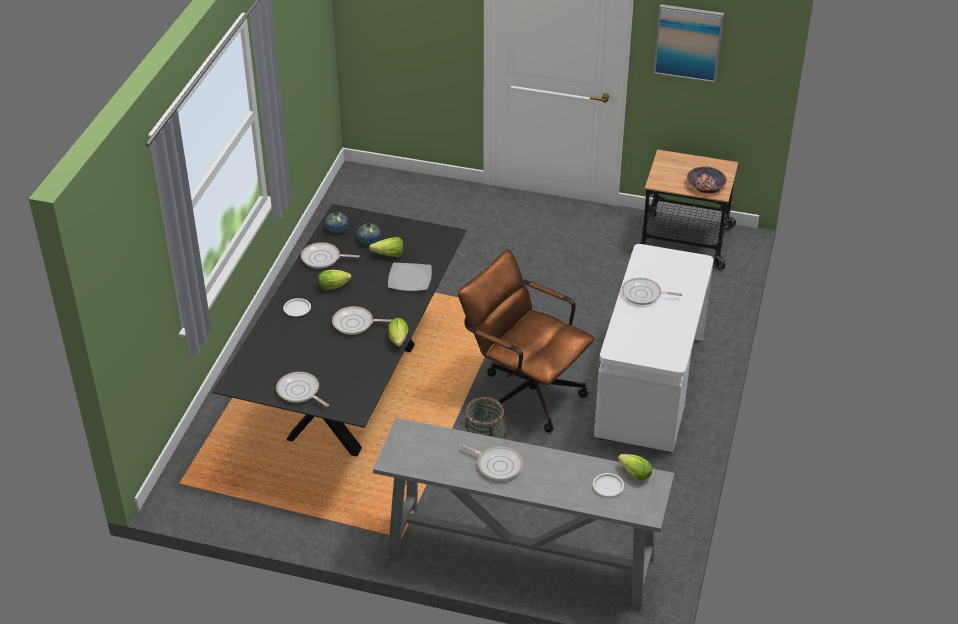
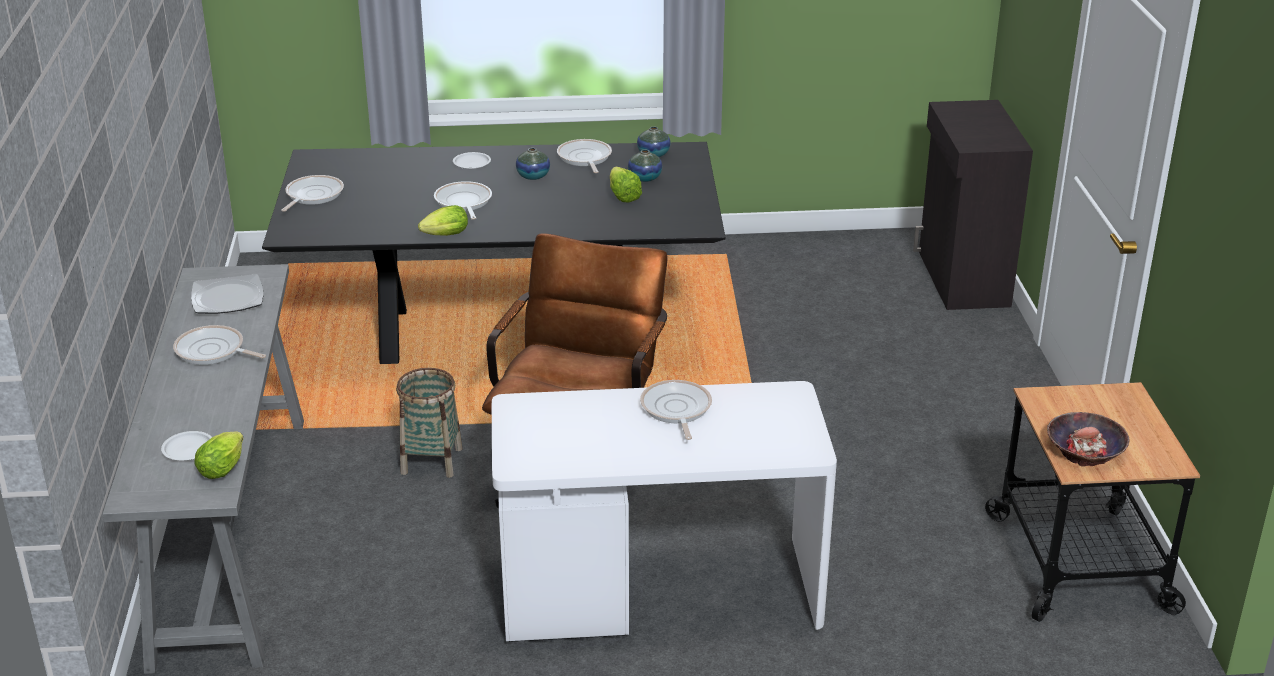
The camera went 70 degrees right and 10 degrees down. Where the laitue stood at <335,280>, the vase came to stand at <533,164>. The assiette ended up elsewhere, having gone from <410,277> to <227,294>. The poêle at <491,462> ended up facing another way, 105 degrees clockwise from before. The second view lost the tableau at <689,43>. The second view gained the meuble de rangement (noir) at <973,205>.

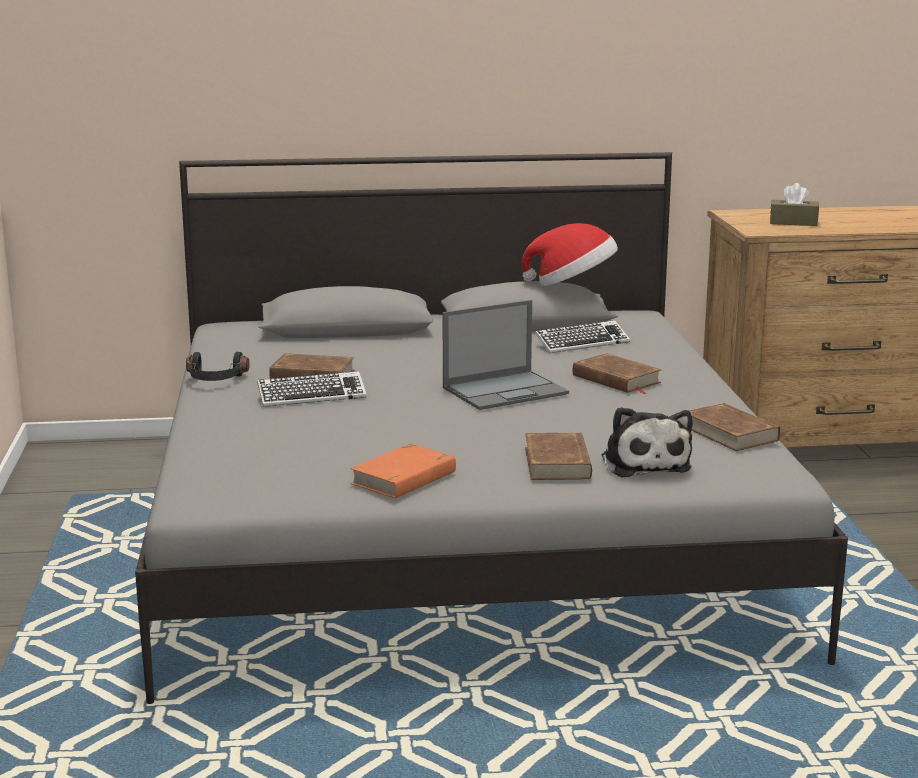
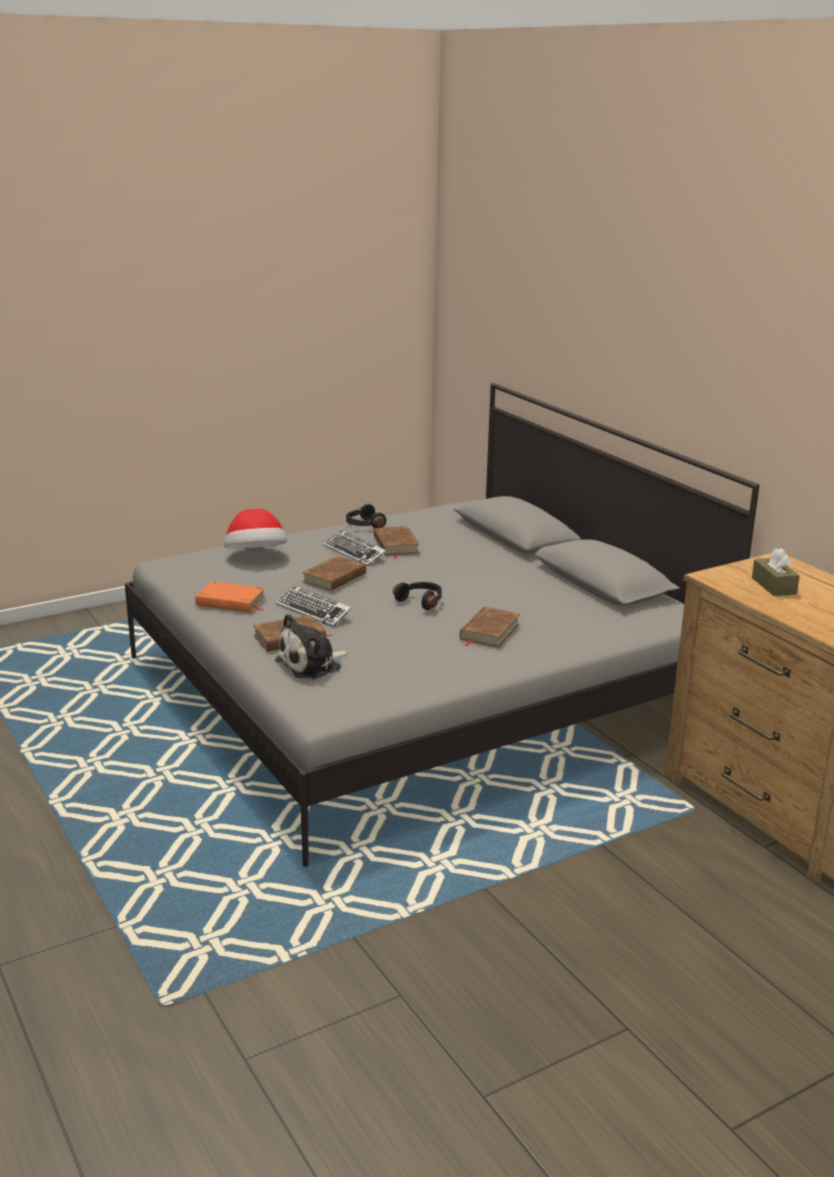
The camera went 65 degrees right and 5 degrees up. Where the ordinateur portable stood at <506,355>, the casque audio (noir) came to stand at <417,596>. The chapeau ended up elsewhere, having gone from <570,254> to <255,529>. The clavier ended up elsewhere, having gone from <582,336> to <314,606>. The livre (marron) ended up elsewhere, having gone from <734,427> to <334,573>.

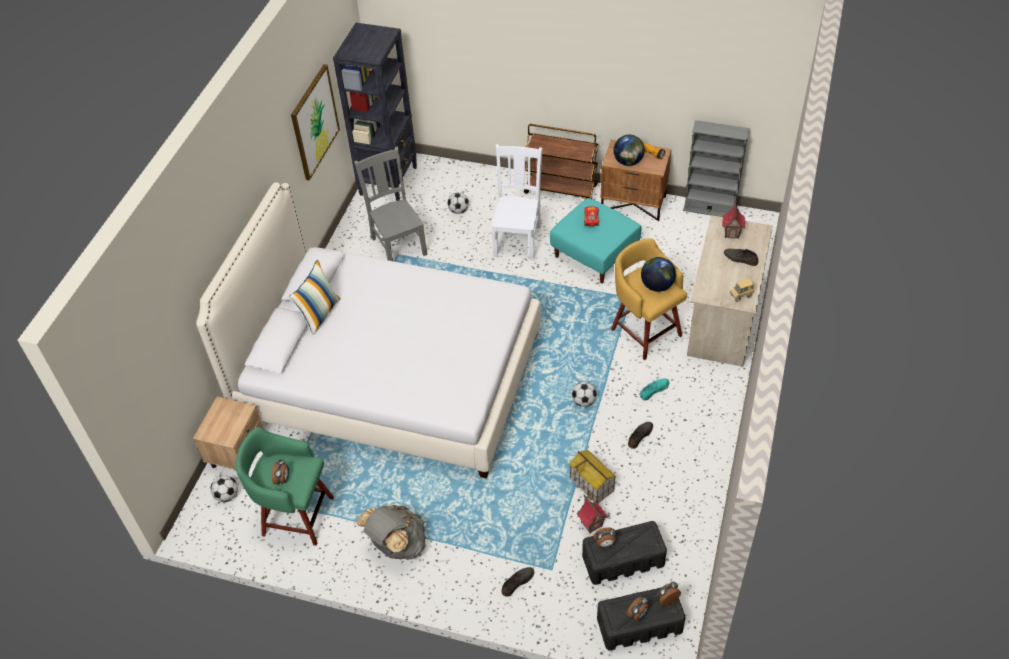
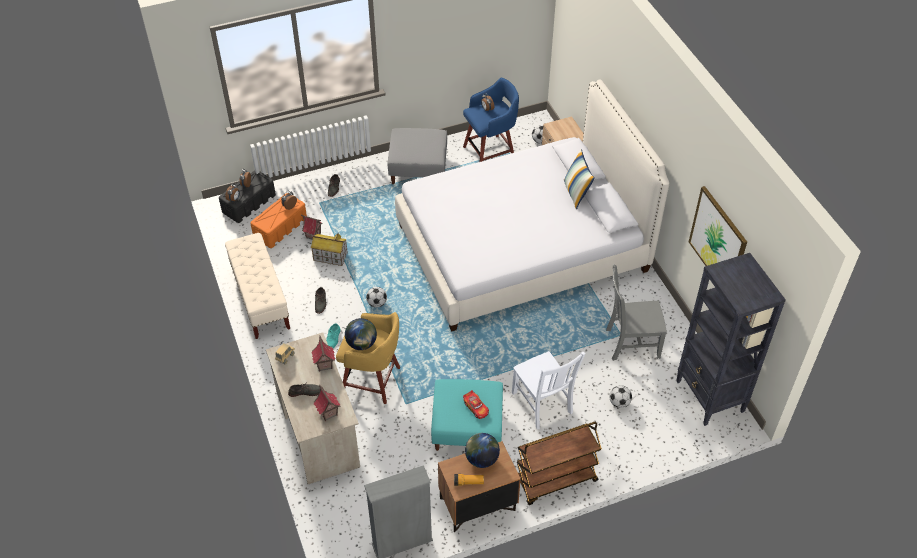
The camera went 140 degrees right and 0 degrees up. What was the tabouret (vert) at <285,486> turned into the tabouret (bleu) at <491,120>. The chaise (gris) at <391,203> ended up facing another way, 150 degrees clockwise from before. Where the sac à dos (gris) stood at <391,532>, the pouf (gris) came to stand at <417,156>. What was the boîte de rangement (noir) at <624,553> turned into the boîte de rangement (orange) at <278,220>. The second view gained the banc (beige) at <257,286>. The second view gained the maison miniature at <323,353>.

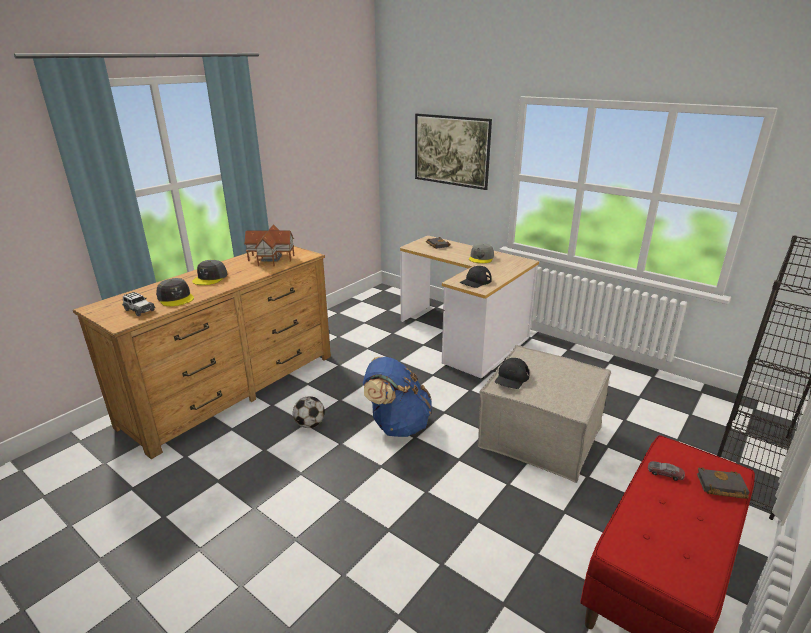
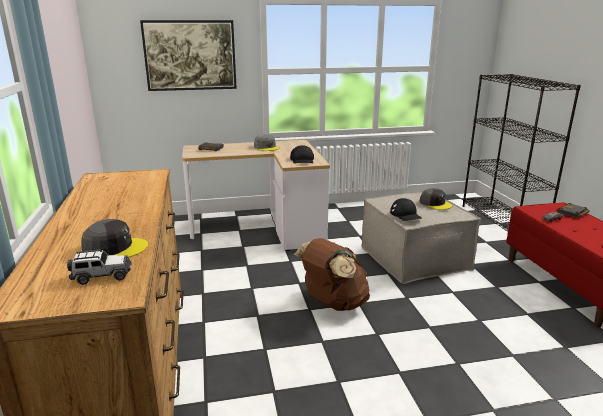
The camera went 50 degrees left and 5 degrees down. The casquette (gris) ended up elsewhere, having gone from <210,272> to <435,199>. The second view lost the maison miniature at <269,245>. The second view lost the ballon de foot at <309,412>. What was the sac à dos (bleu) at <397,397> turned into the sac à dos (marron) at <332,274>.

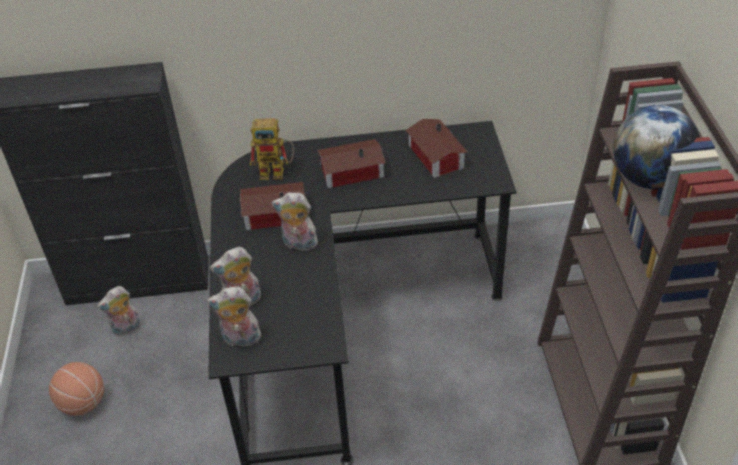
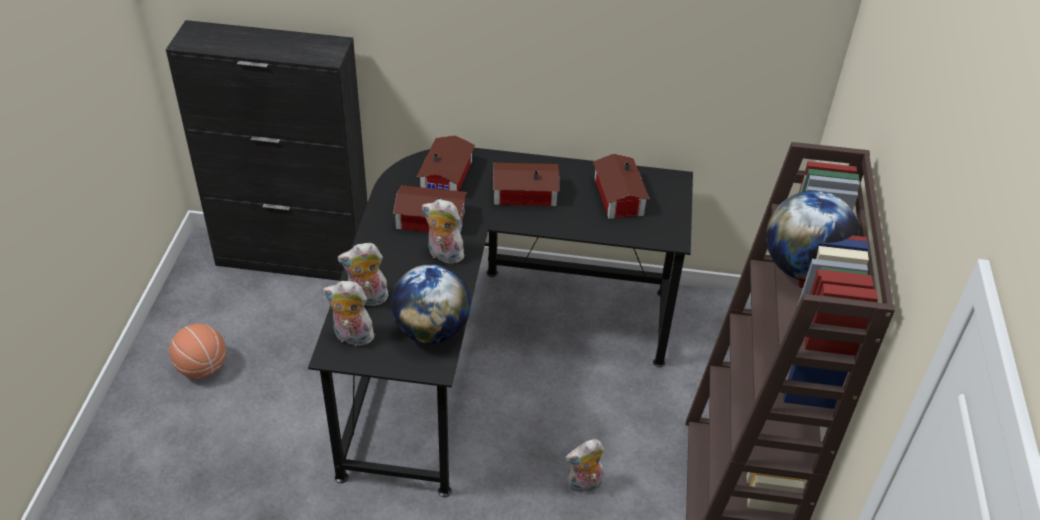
The camera went 10 degrees right and 0 degrees up. The peluche ended up elsewhere, having gone from <119,311> to <584,466>. Where the robot jouet stood at <272,149>, the maison miniature came to stand at <446,163>. The second view gained the globe at <431,304>.

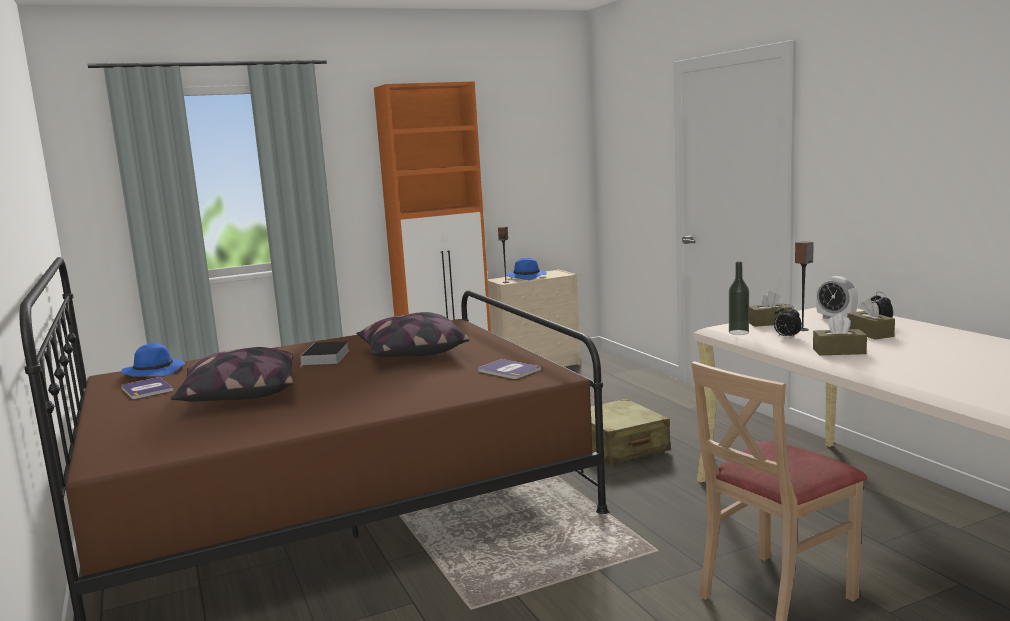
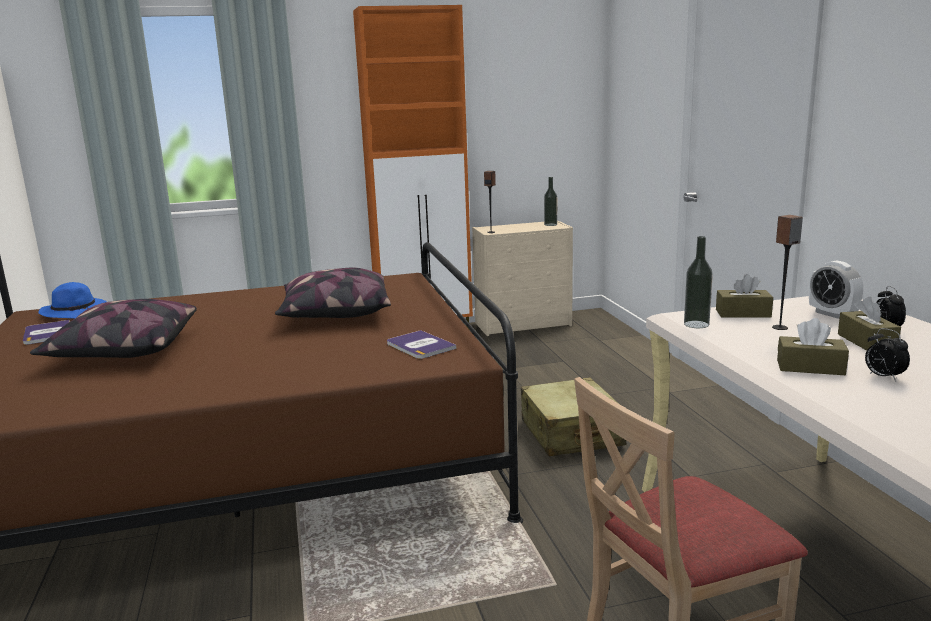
The camera went 10 degrees right and 5 degrees up. The second view lost the livre at <325,354>. The second view lost the chapeau (bleu) at <526,268>. The réveil ended up elsewhere, having gone from <788,321> to <887,354>. The second view gained the bouteille at <550,201>.

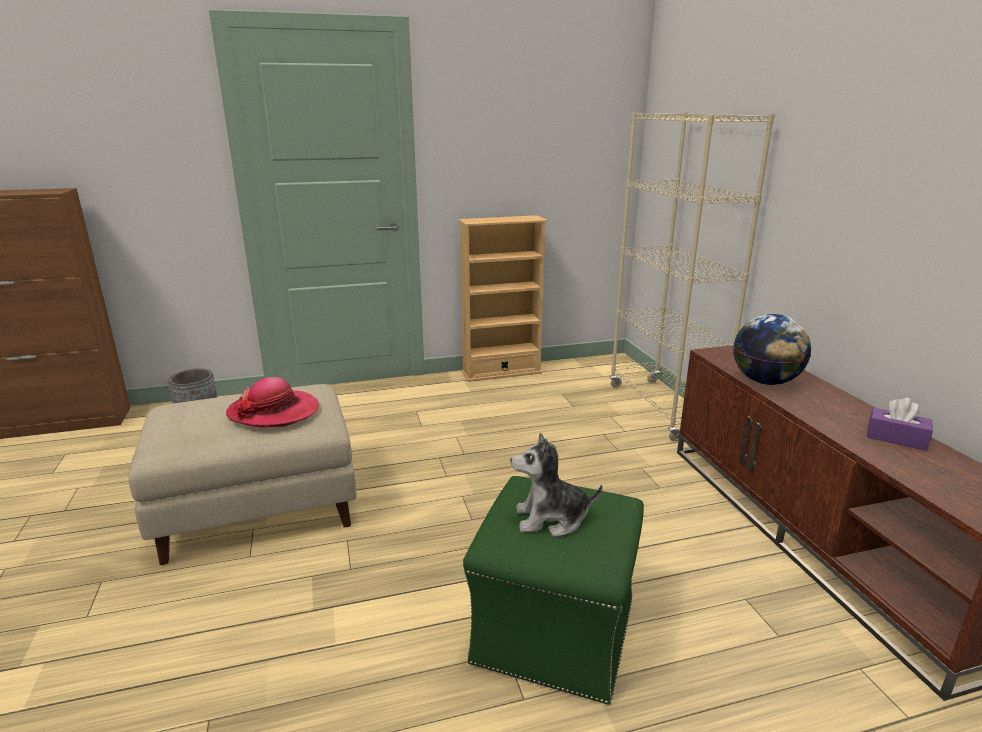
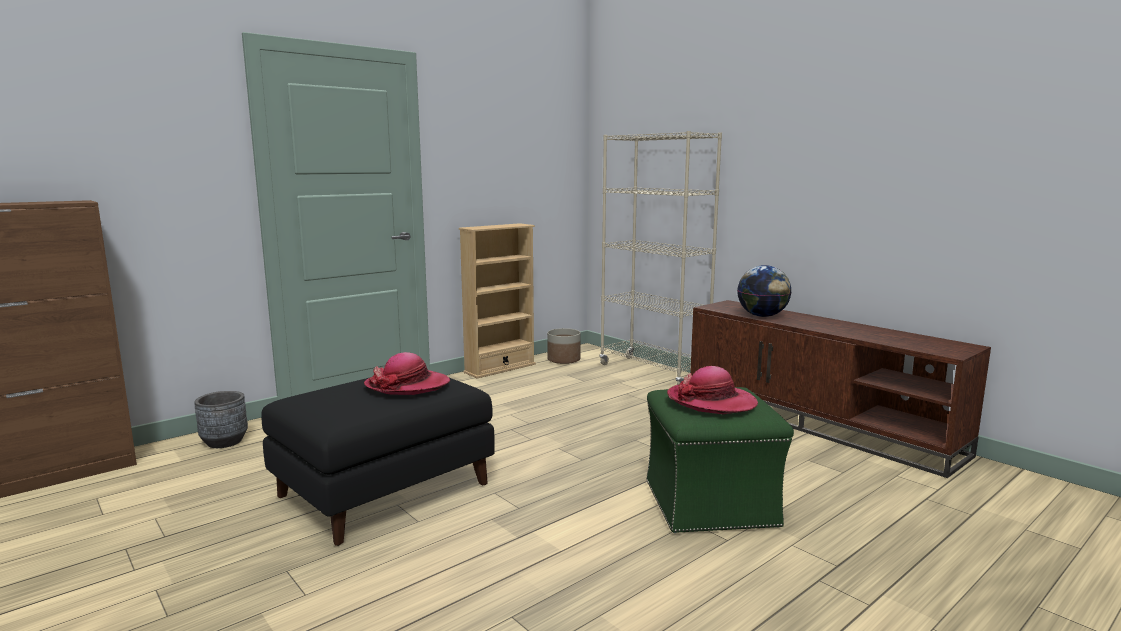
The camera went 25 degrees left and 10 degrees down. What was the pouf (beige) at <243,474> turned into the pouf (noir) at <378,462>. Where the peluche stood at <556,485>, the chapeau came to stand at <712,390>. The second view lost the boîte à mouchoirs (violet) at <900,424>. The second view gained the cache-pot at <564,346>.

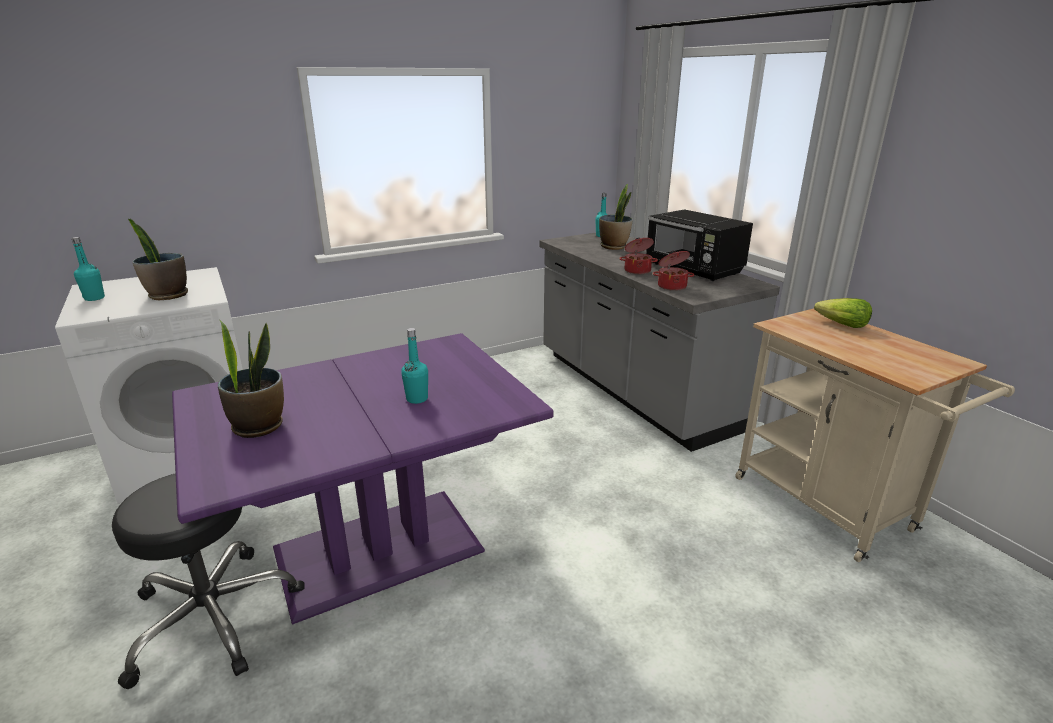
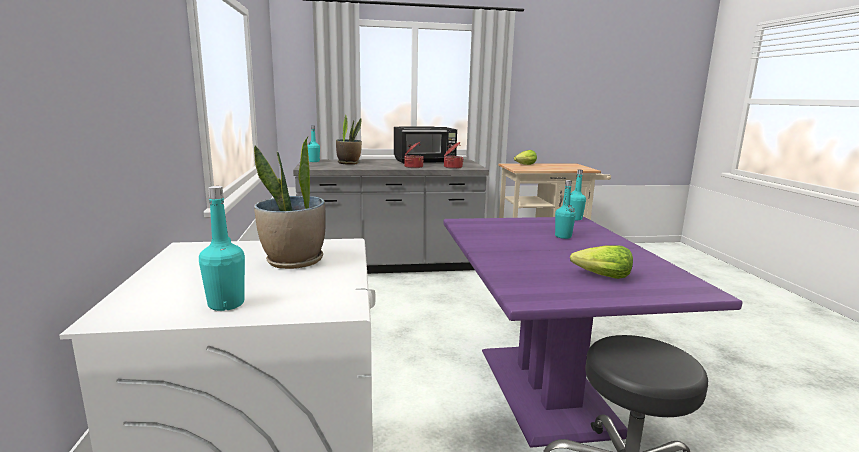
The camera went 70 degrees left and 10 degrees down. Where the plante en pot stood at <251,379>, the laitue came to stand at <601,262>. The second view gained the bouteille (turquoise) at <578,195>.

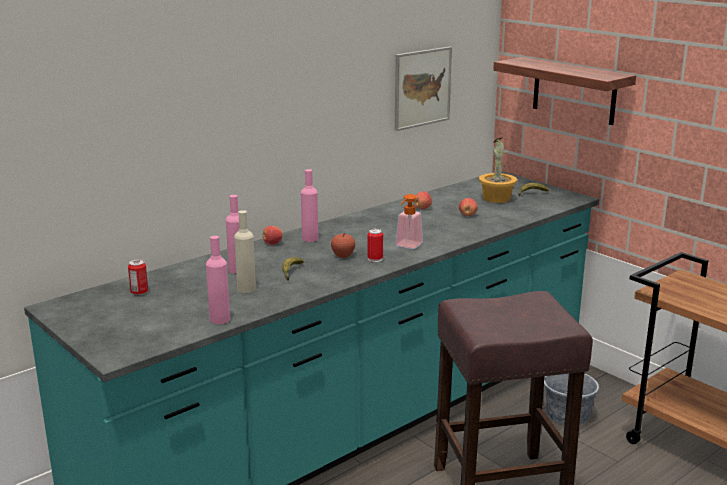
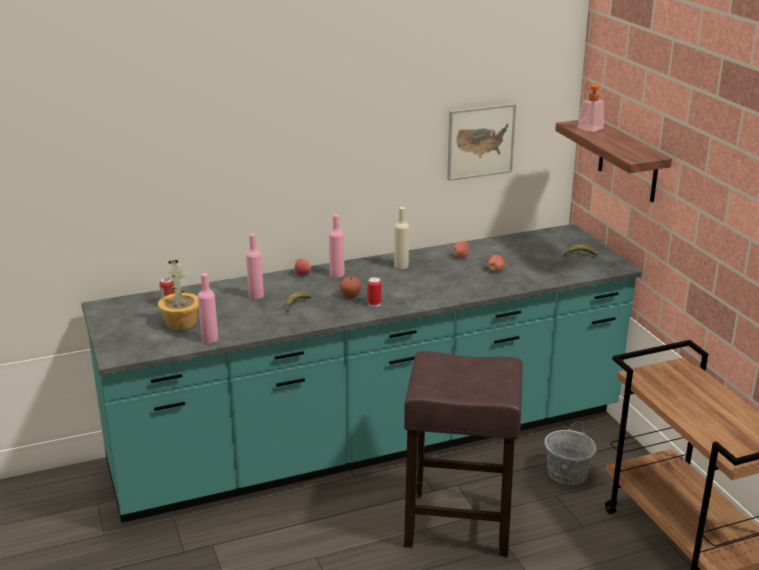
The camera went 20 degrees right and 5 degrees up. The bouteille (beige) ended up elsewhere, having gone from <245,251> to <401,238>. The distributeur de savon ended up elsewhere, having gone from <409,221> to <591,107>. The plante en pot ended up elsewhere, having gone from <498,170> to <178,295>.

